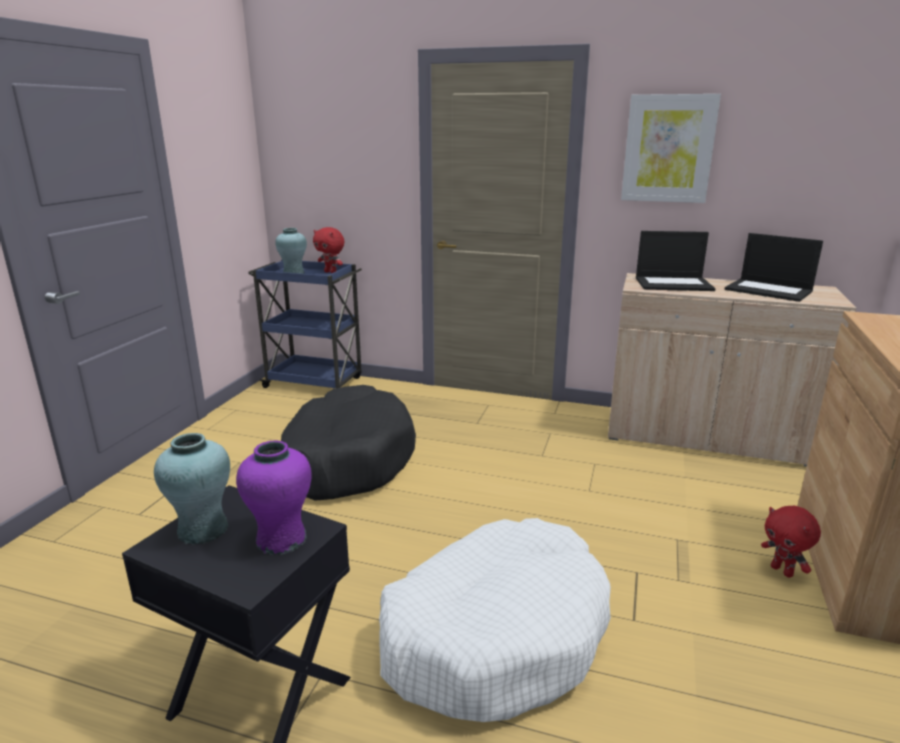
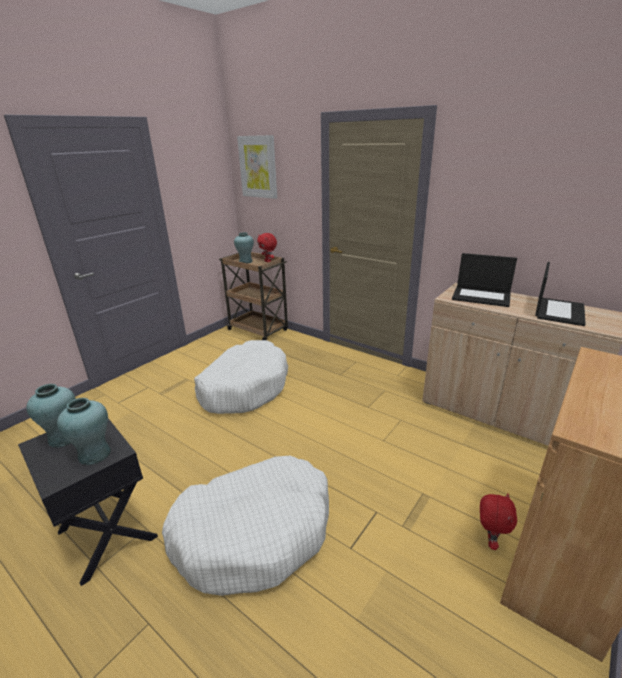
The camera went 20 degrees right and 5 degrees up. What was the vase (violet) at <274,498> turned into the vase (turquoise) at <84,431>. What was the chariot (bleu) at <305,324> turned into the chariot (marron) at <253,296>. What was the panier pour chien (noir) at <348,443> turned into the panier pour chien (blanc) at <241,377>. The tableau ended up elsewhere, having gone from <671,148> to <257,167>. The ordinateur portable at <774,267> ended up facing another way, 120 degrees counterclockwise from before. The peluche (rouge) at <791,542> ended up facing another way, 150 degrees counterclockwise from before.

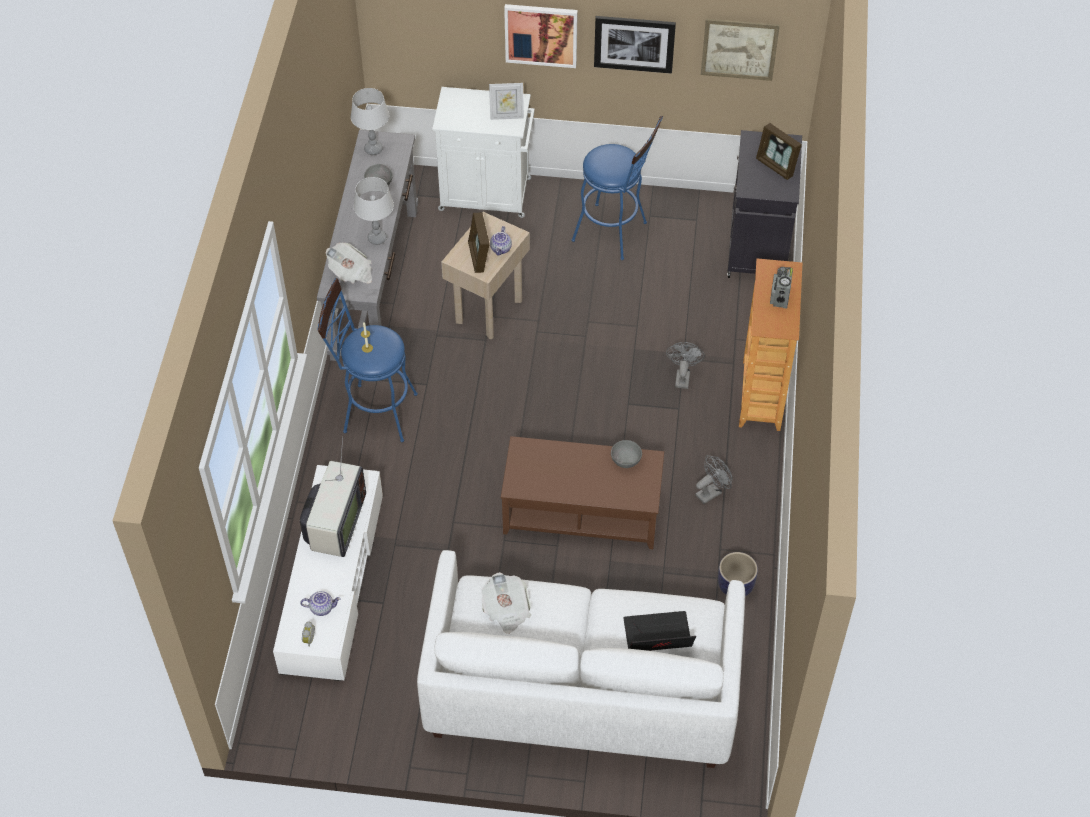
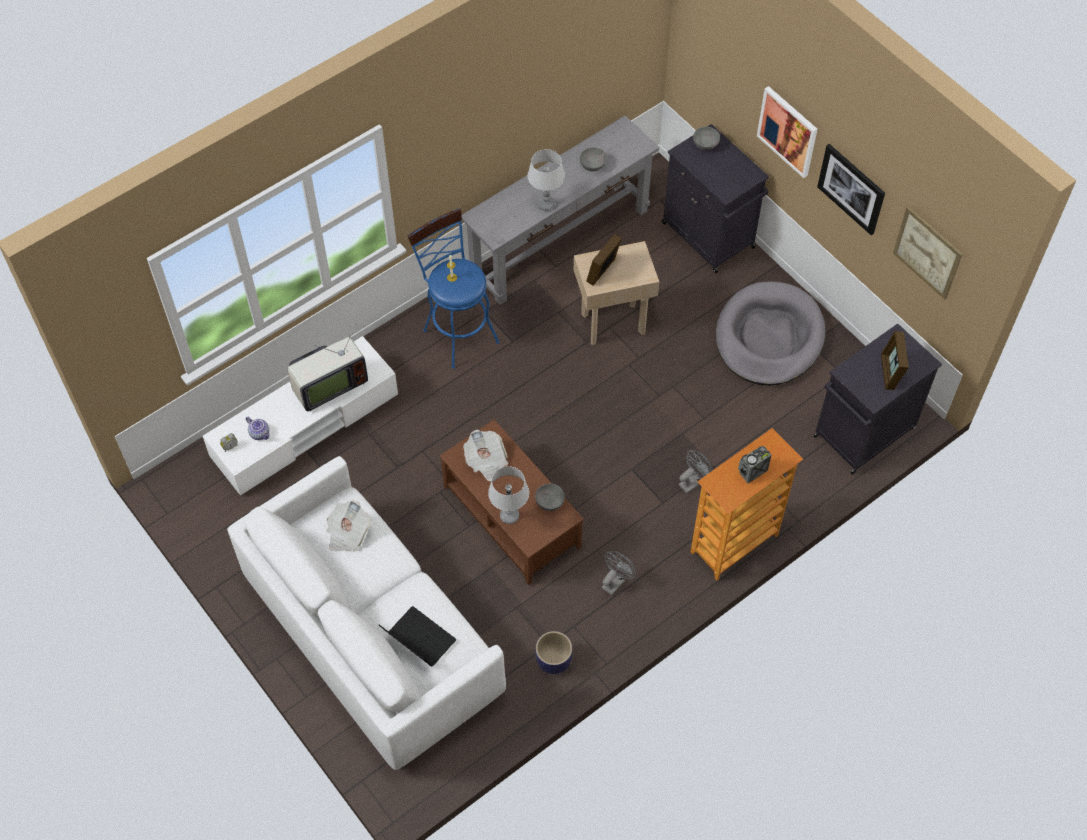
The camera went 45 degrees right and 5 degrees up. The journal ended up elsewhere, having gone from <349,263> to <486,455>. The lampe de table (gris) ended up elsewhere, having gone from <370,121> to <508,495>. What was the meuble de rangement (blanc) at <483,152> turned into the meuble de rangement (noir) at <715,198>. The second view lost the cadre photo at <506,101>. The second view lost the théière at <501,241>. Where the tabouret (bleu) stood at <617,188>, the panier pour chien (gris) came to stand at <770,333>. The ventilateur (gris) at <714,479> ended up facing another way, 60 degrees counterclockwise from before. The second view gained the bol (gris) at <706,138>.

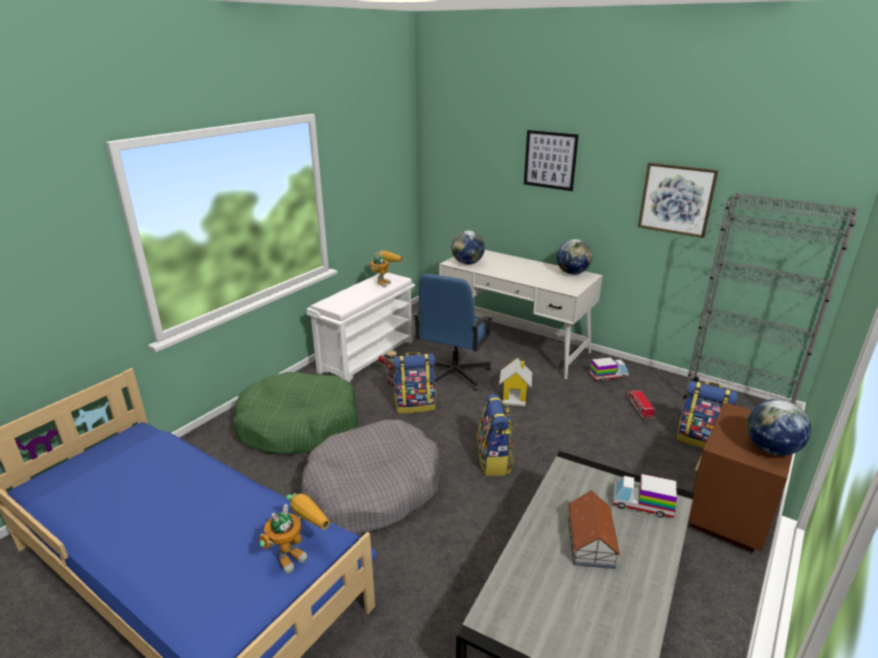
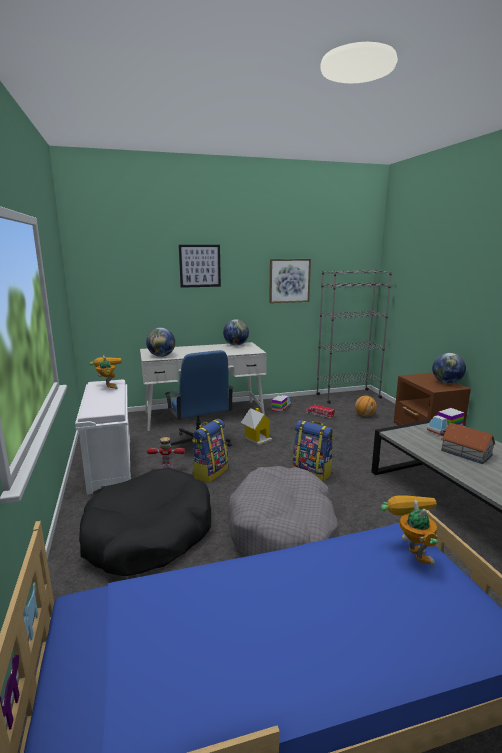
The camera went 50 degrees left and 10 degrees down. What was the panier pour chien (vert) at <296,413> turned into the panier pour chien (noir) at <145,522>. Where the sac à dos stood at <707,415>, the ballon de basket came to stand at <366,406>.

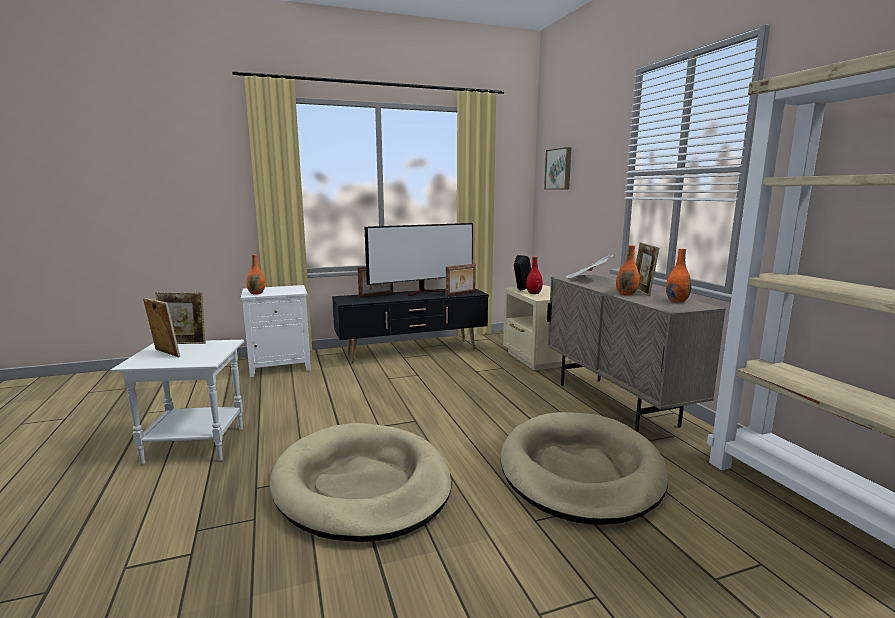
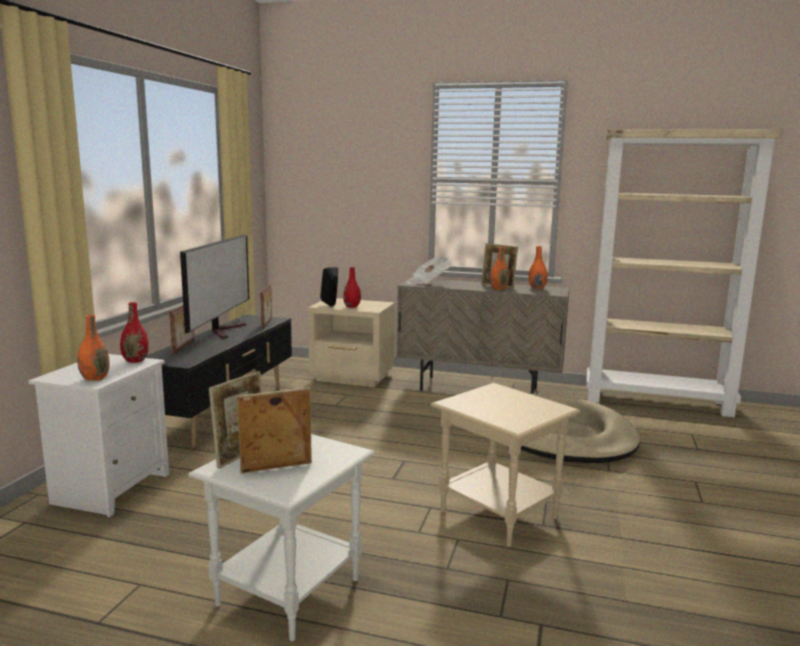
The camera went 55 degrees left and 0 degrees up. Where the panier pour chien (beige) stood at <361,482>, the table d'appoint (beige) came to stand at <505,465>. The second view lost the tableau at <557,168>. The second view gained the vase (rouge) at <134,332>.

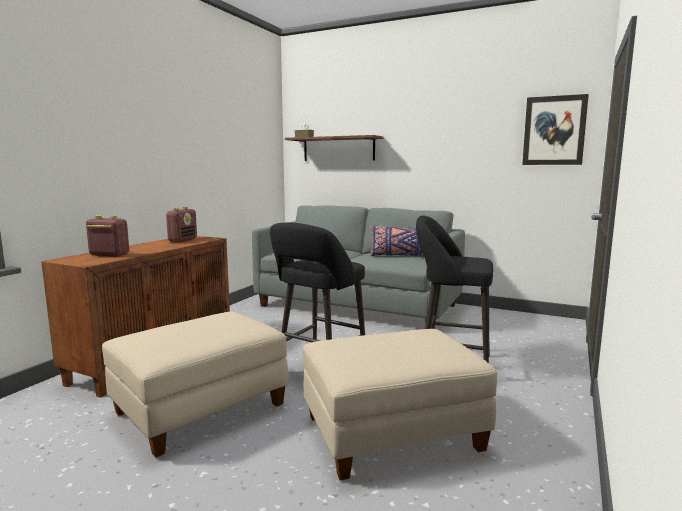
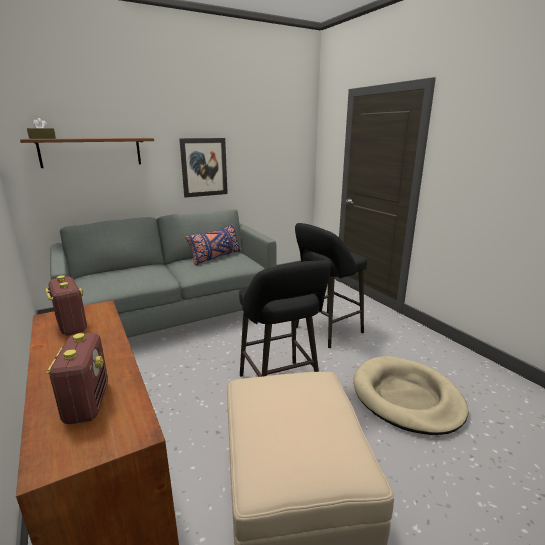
The camera went 55 degrees left and 10 degrees up. The radio at <107,236> ended up facing another way, 120 degrees clockwise from before. Where the pouf (beige) stood at <400,405>, the panier pour chien (beige) came to stand at <411,395>. The tableau ended up elsewhere, having gone from <555,129> to <203,168>.

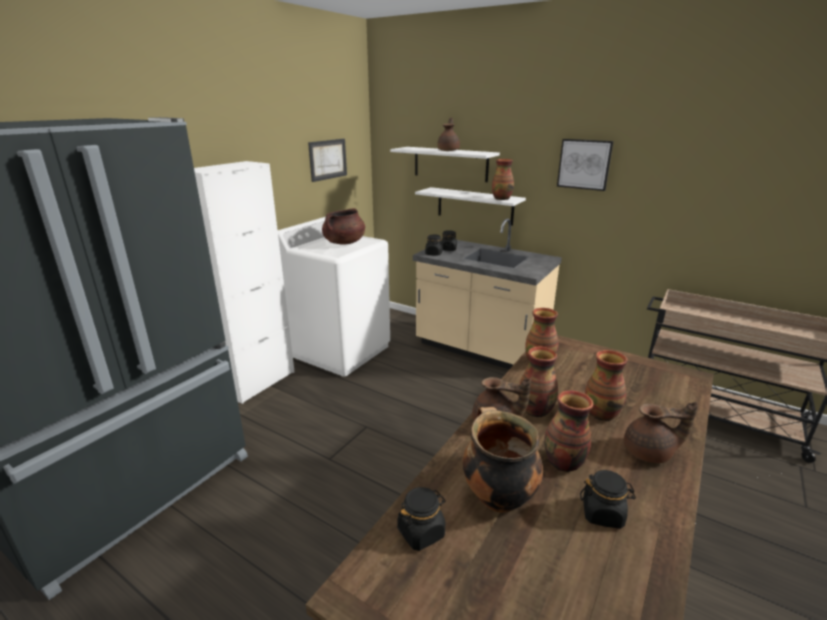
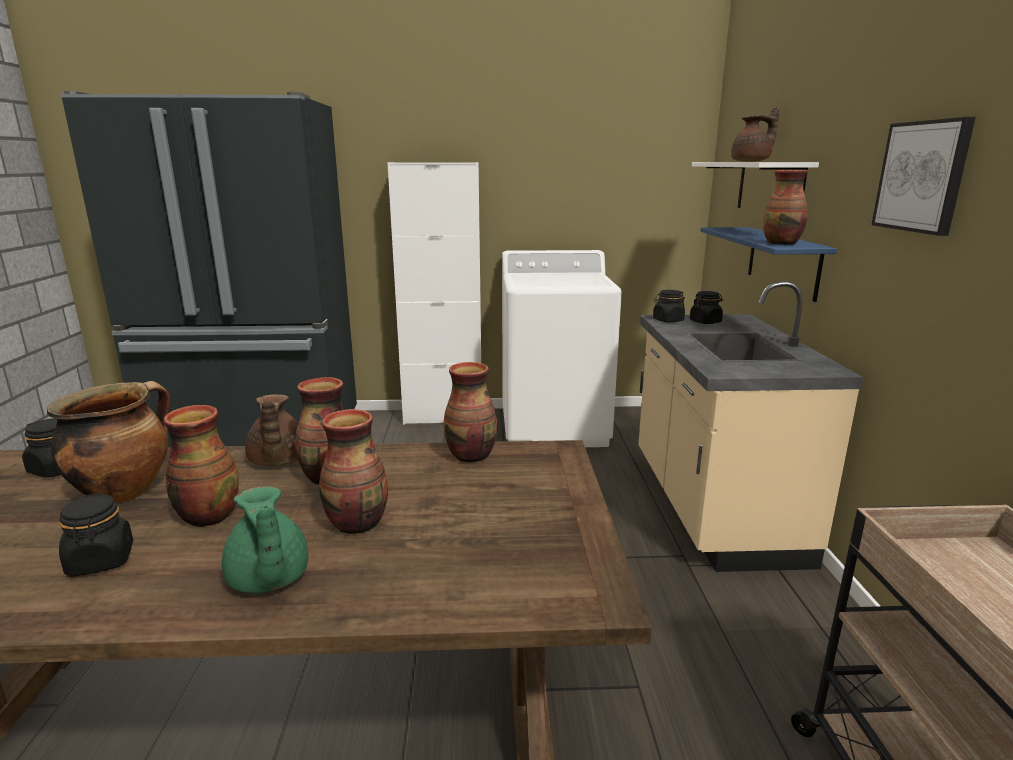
The camera went 55 degrees right and 5 degrees down. The second view lost the tableau at <327,160>. The second view lost the marmite (marron) at <343,226>. What was the étagère (blanc) at <470,206> turned into the étagère (bleu) at <768,264>. What was the théière (marron) at <661,432> turned into the théière (vert) at <265,539>.

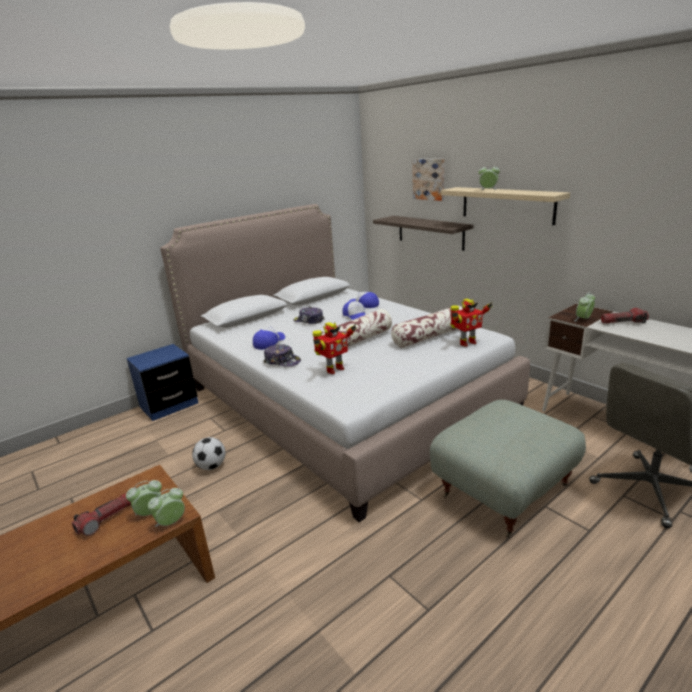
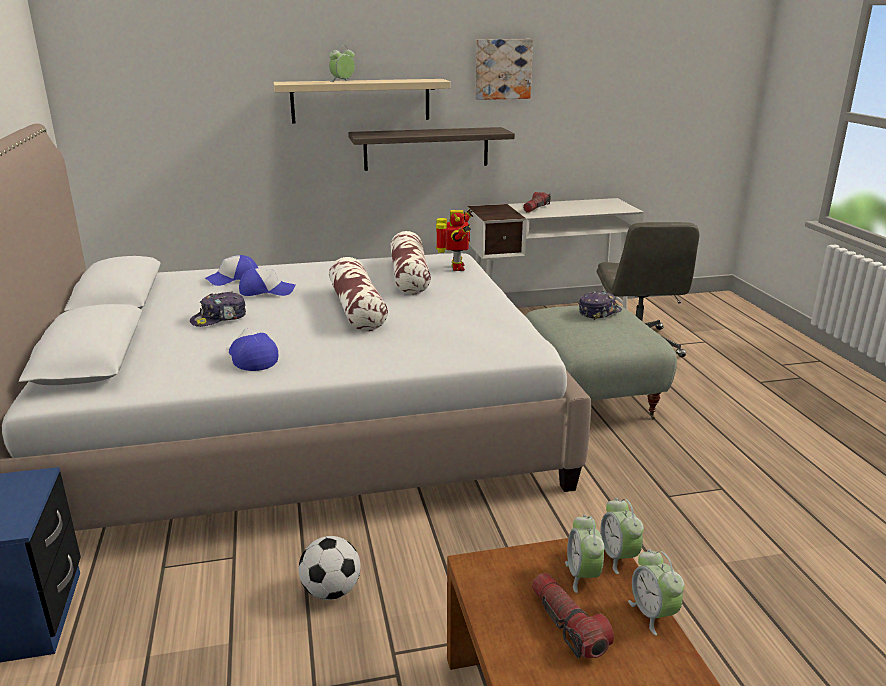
The camera went 65 degrees left and 0 degrees up. The casquette ended up elsewhere, having gone from <282,355> to <600,305>. The second view lost the robot jouet at <335,348>. The étagère ended up elsewhere, having gone from <423,233> to <431,149>. The tableau ended up elsewhere, having gone from <428,180> to <504,69>. The réveil ended up elsewhere, having gone from <584,307> to <656,592>.

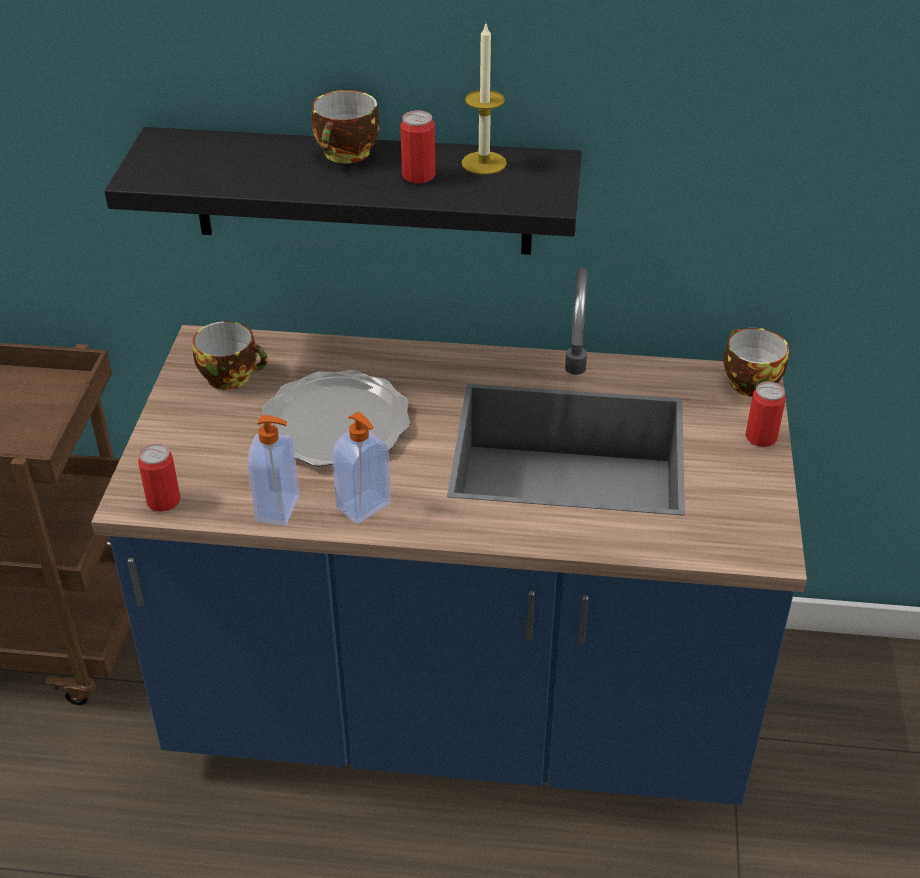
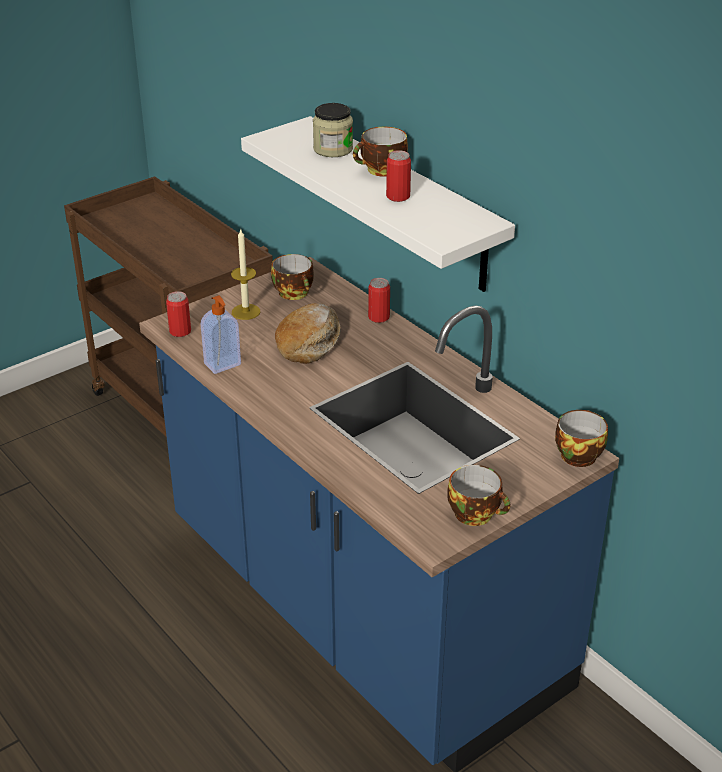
The camera went 45 degrees right and 5 degrees down. What was the étagère (noir) at <343,191> turned into the étagère (blanc) at <378,204>. Where the assiette stood at <336,418>, the pain came to stand at <308,333>. The second view lost the distributeur de savon at <361,468>. The bougie ended up elsewhere, having gone from <484,99> to <245,274>. The boîte métallique ended up elsewhere, having gone from <765,414> to <379,300>. The second view gained the bocal at <333,130>. The second view gained the tasse at <479,495>.

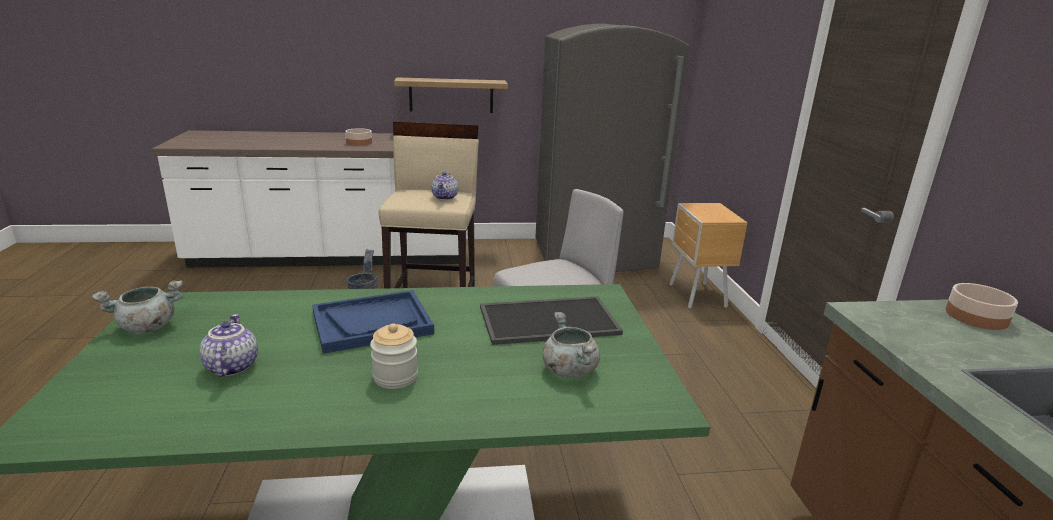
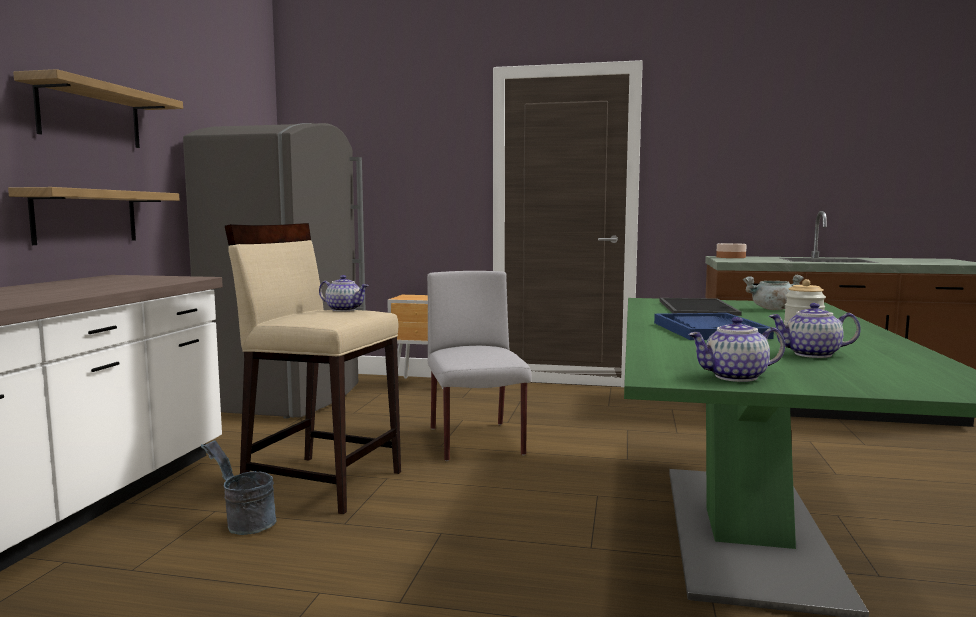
The camera went 70 degrees left and 15 degrees down. Where the marmite (gris) stood at <137,306>, the théière came to stand at <736,349>. The second view lost the bol at <358,137>. The second view gained the étagère at <98,108>.

